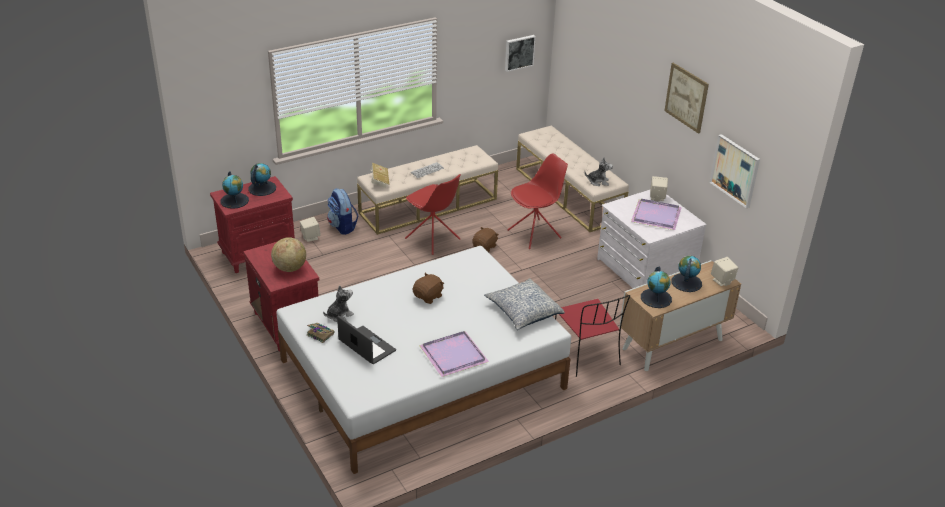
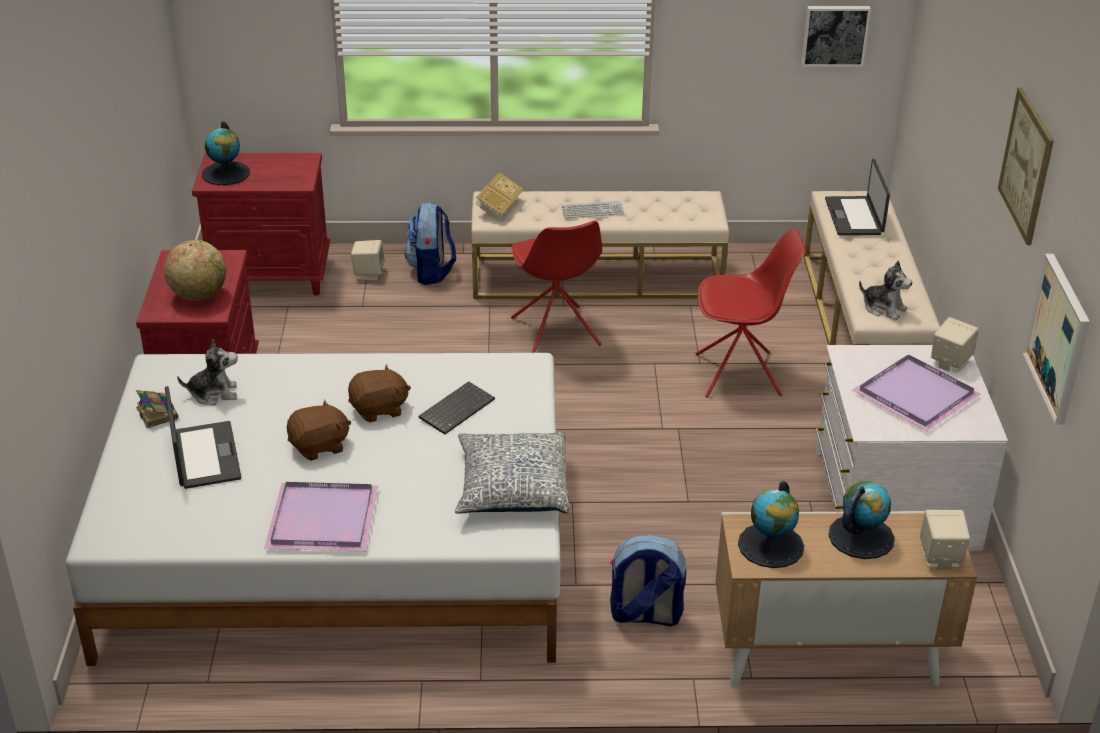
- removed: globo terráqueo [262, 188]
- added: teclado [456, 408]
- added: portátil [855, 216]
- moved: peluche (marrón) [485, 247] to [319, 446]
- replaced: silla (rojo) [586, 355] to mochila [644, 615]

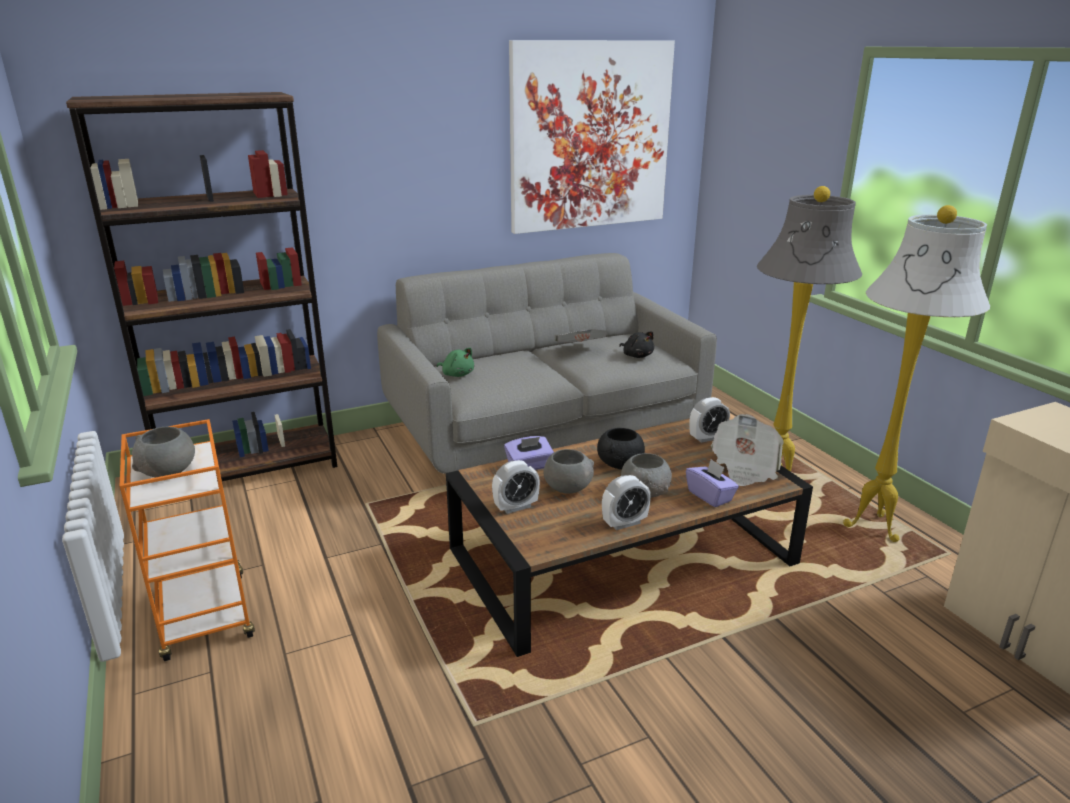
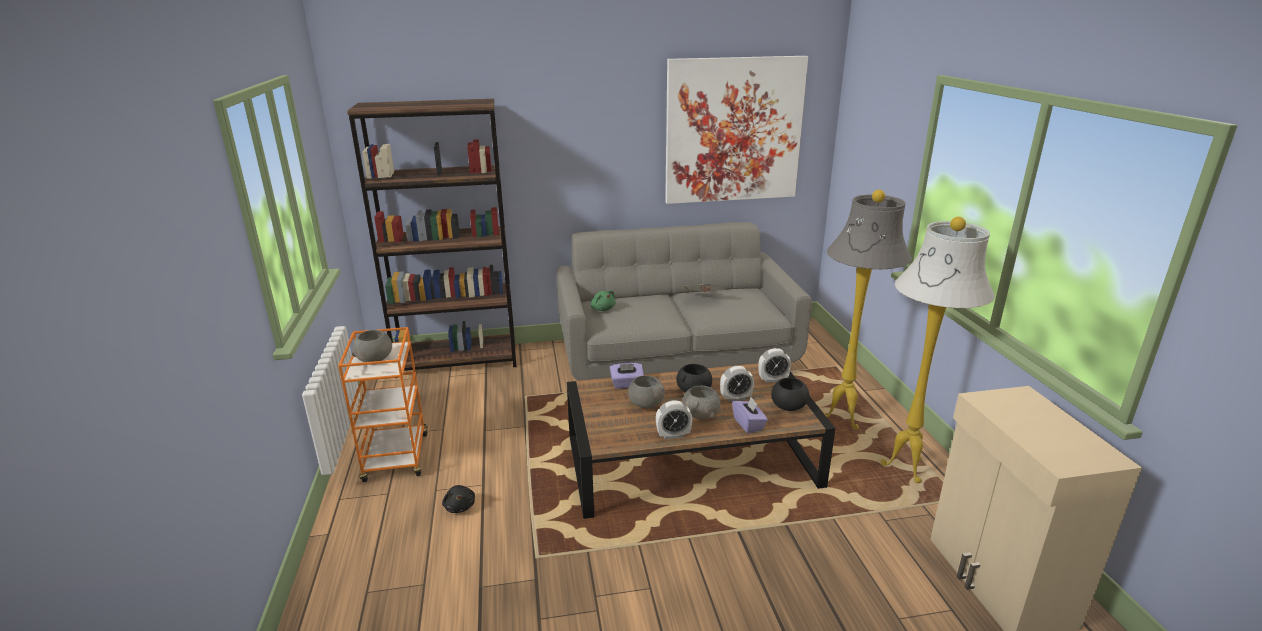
- moved: despertador [516, 507] to [736, 398]
- moved: peluche (negro) [637, 355] to [460, 506]
- replaced: periódico [744, 468] to cuenco (negro) [788, 407]

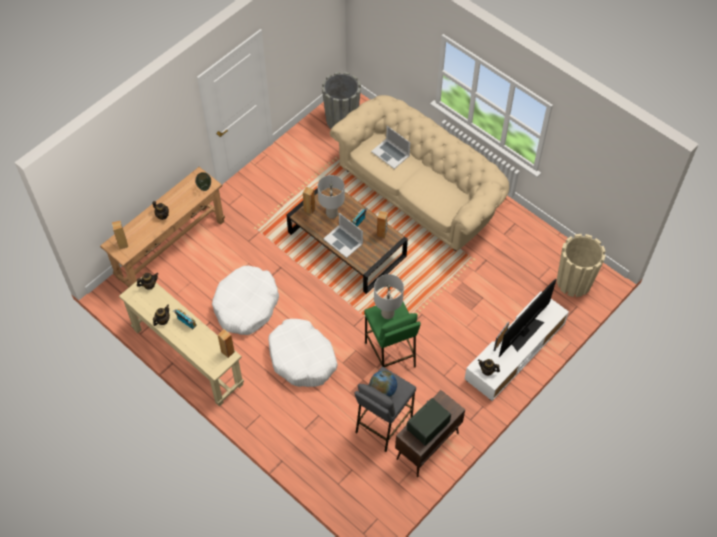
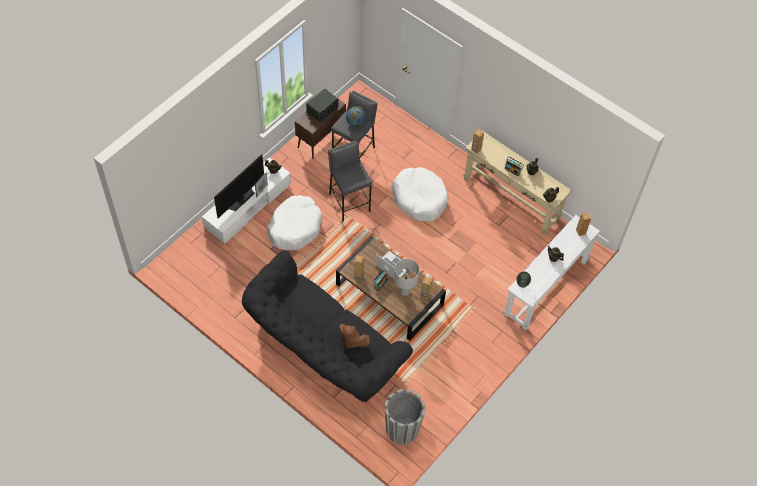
- removed: lámpara de mesa (gris) [387, 313]
- removed: maceta (beis) [574, 282]
- moved: cama para perro (blanco) [246, 305] to [295, 227]
- replaced: portátil [390, 153] to peluche (marrón) [352, 340]
- recoloured: mesa consola (marrón) [171, 249] to mesa consola (blanco) [545, 287]
- recoloured: sofá (beis) [420, 191] to sofá (negro) [322, 349]
- recoloured: taburete (verde) [390, 354] to taburete (gris) [349, 202]

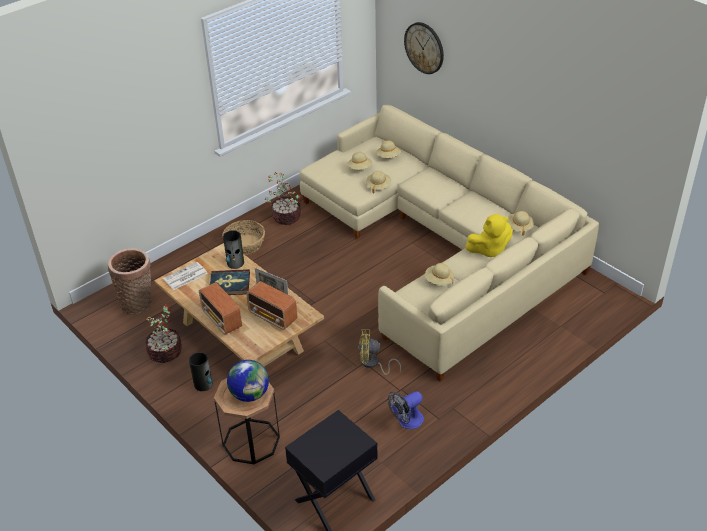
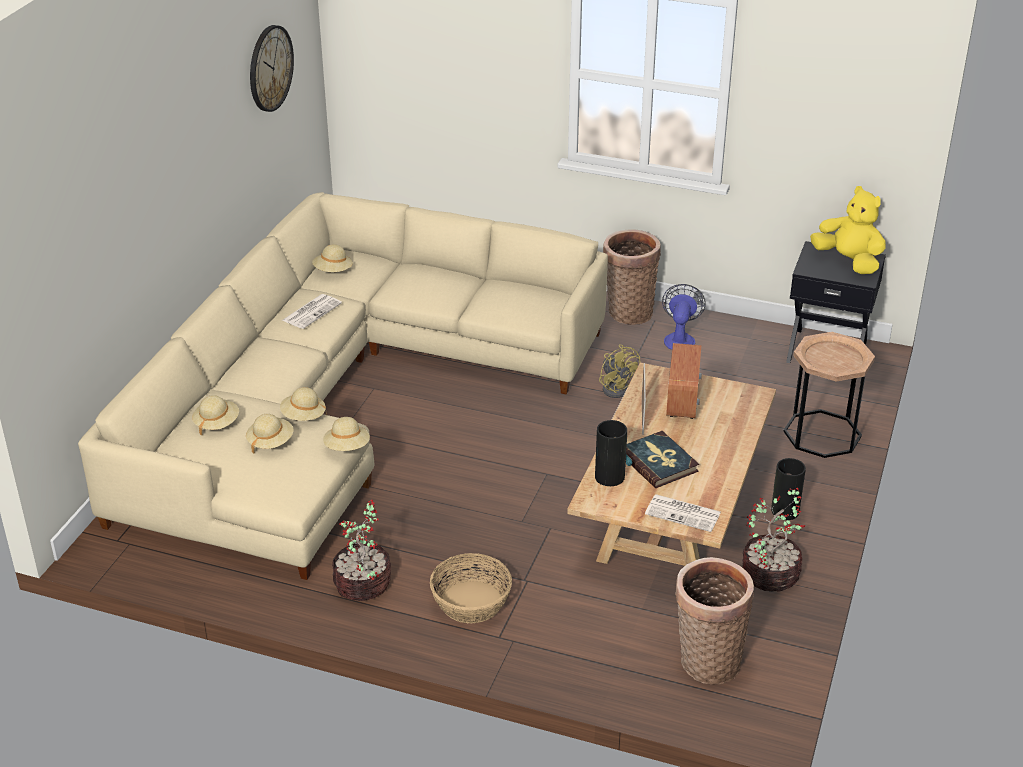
- removed: radio [222, 320]
- removed: globo terráqueo [250, 394]
- added: periódico [312, 311]
- added: cesta [628, 311]
- moved: reloj de pared [424, 48] to [270, 68]
- moved: sombrero (beis) [439, 280] to [347, 447]
- moved: peluche (amarillo) [489, 250] to [848, 261]
- turned: ventilador [406, 421] = [680, 338] 105 degrees counterclockwise

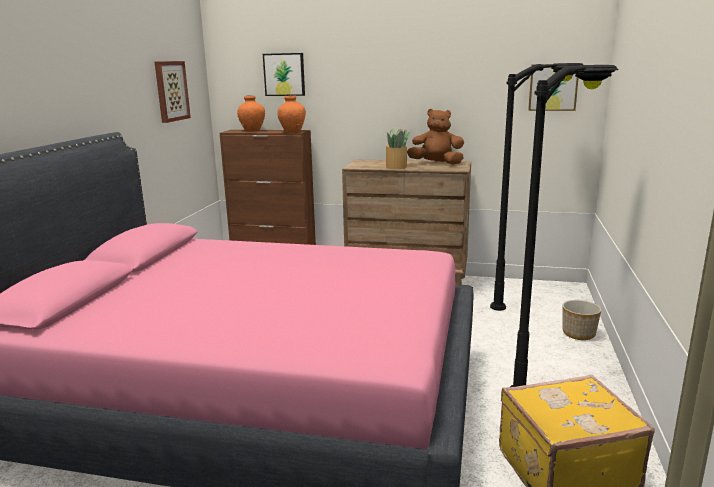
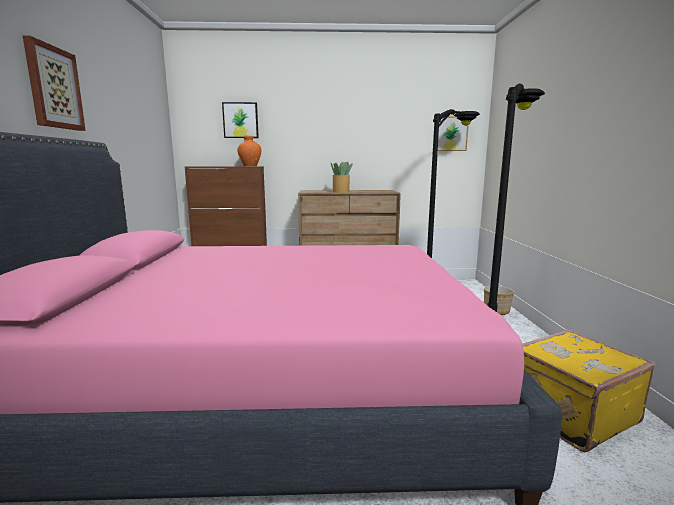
- removed: florero (naranja) [252, 131]
- removed: peluche (marrón) [436, 164]
- moved: cuadro [171, 91] to [54, 88]

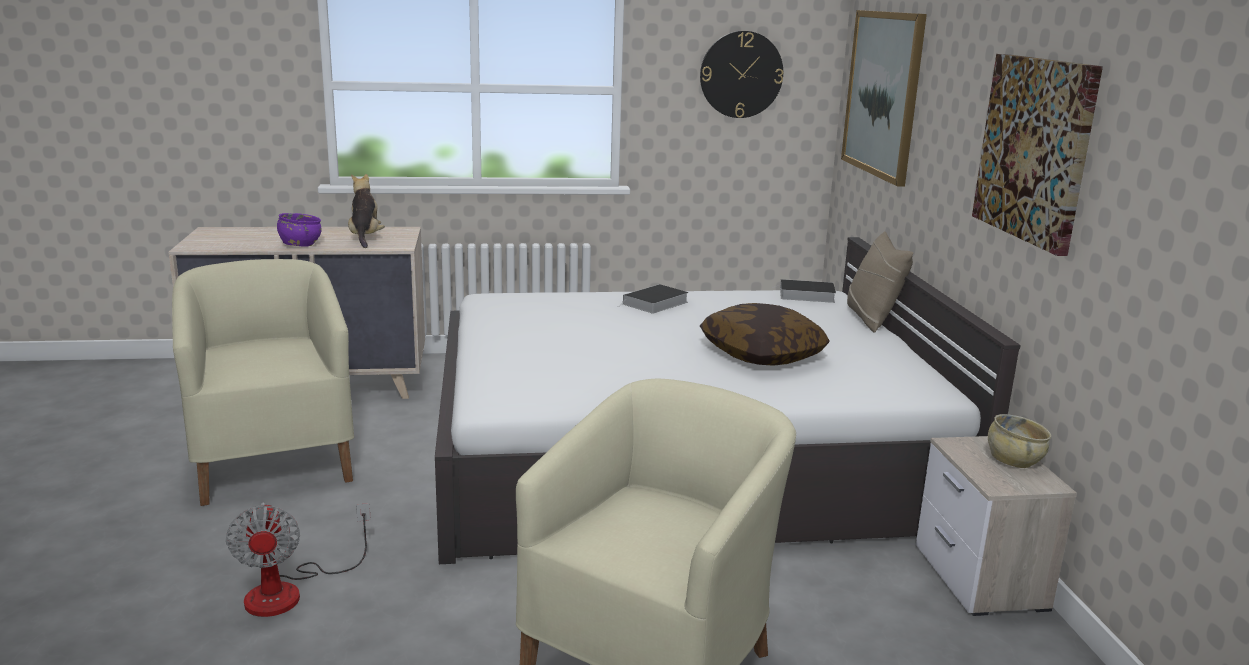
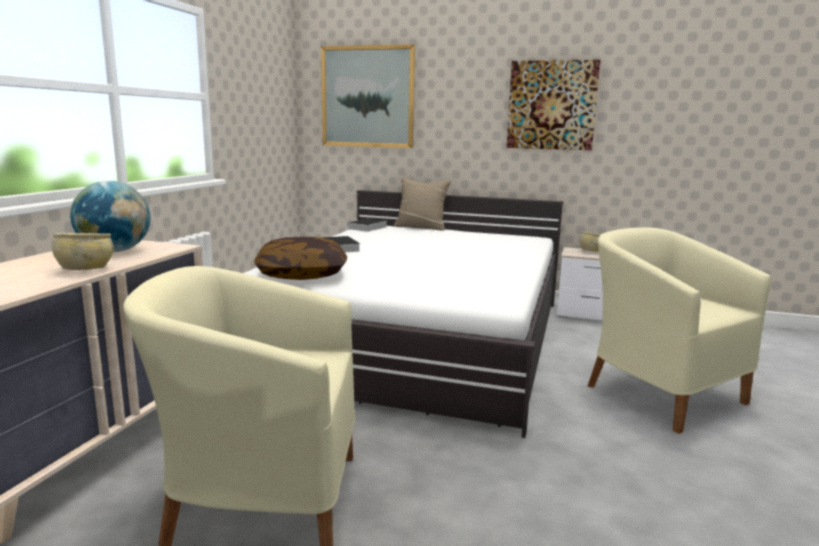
- removed: ventilador [290, 591]
- removed: reloj de pared [741, 74]
- moved: cojín [761, 354] to [302, 275]
- replaced: peluche [365, 238] to globo terráqueo [115, 251]
- recoloured: cuenco (morado) [300, 245] to cuenco (beis) [86, 269]

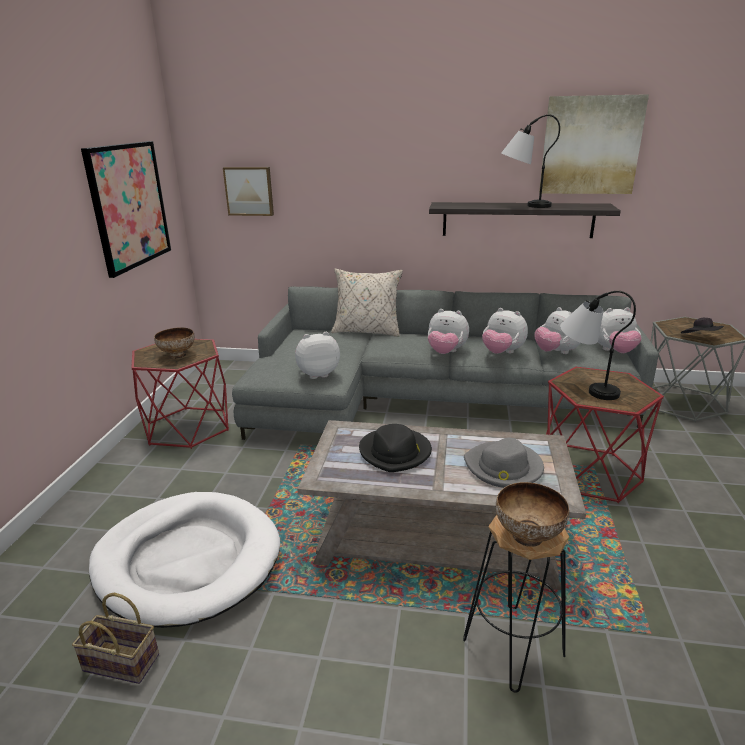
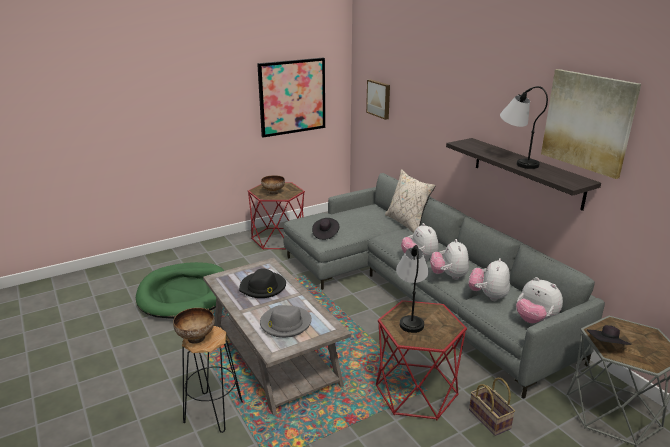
- moved: cesta [123, 661] to [491, 419]
- replaced: peluche [317, 374] to sombrero (negro) [325, 234]
- recoloured: cama para perro (blanco) [188, 560] to cama para perro (verde) [185, 294]

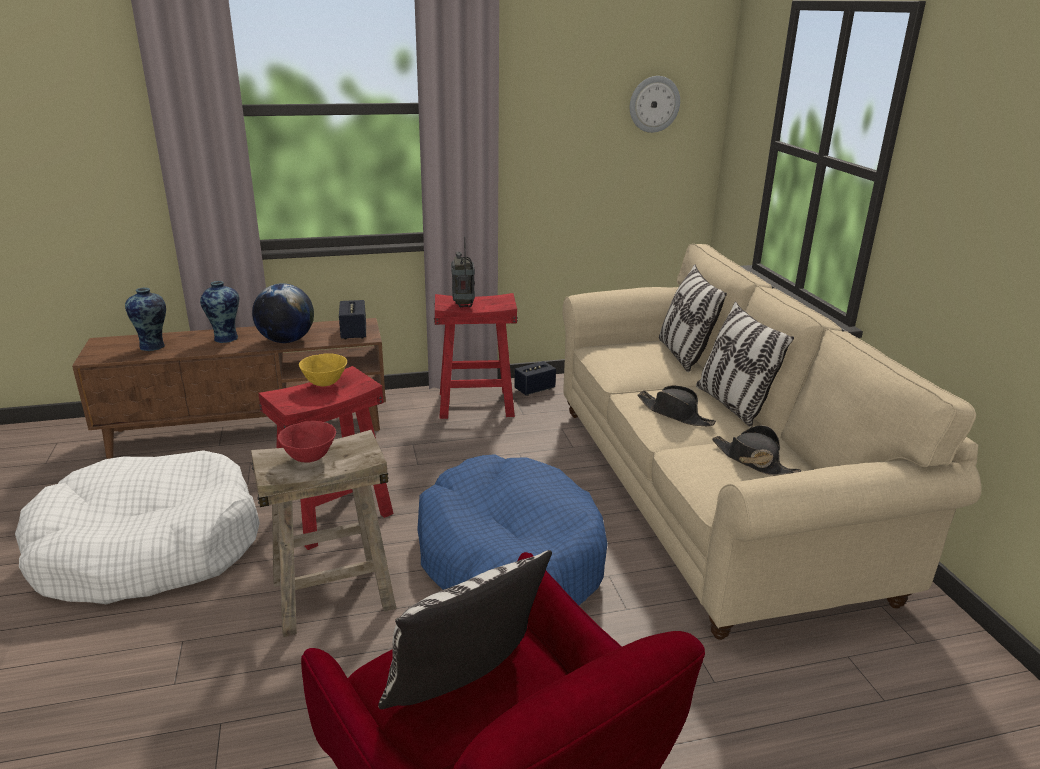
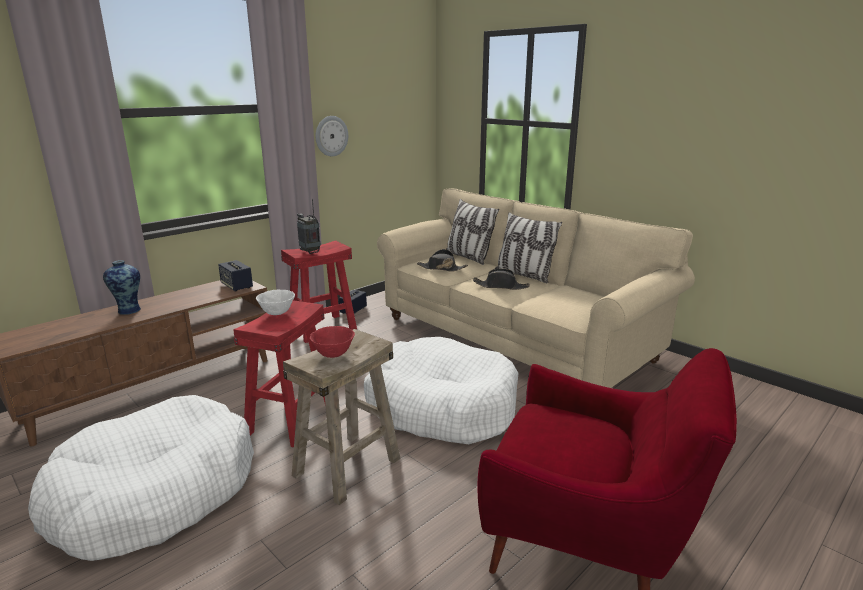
- removed: florero [153, 346]
- removed: globo terráqueo [286, 340]
- removed: cojín [463, 687]
- moved: reloj de pared [654, 104] to [331, 136]
- moved: sombrero (negro) [753, 461] to [441, 268]
- recoloured: cuenco (amarillo) [325, 383] to cuenco (blanco) [277, 313]
- recoloured: cama para perro (azul) [509, 559] to cama para perro (blanco) [441, 406]

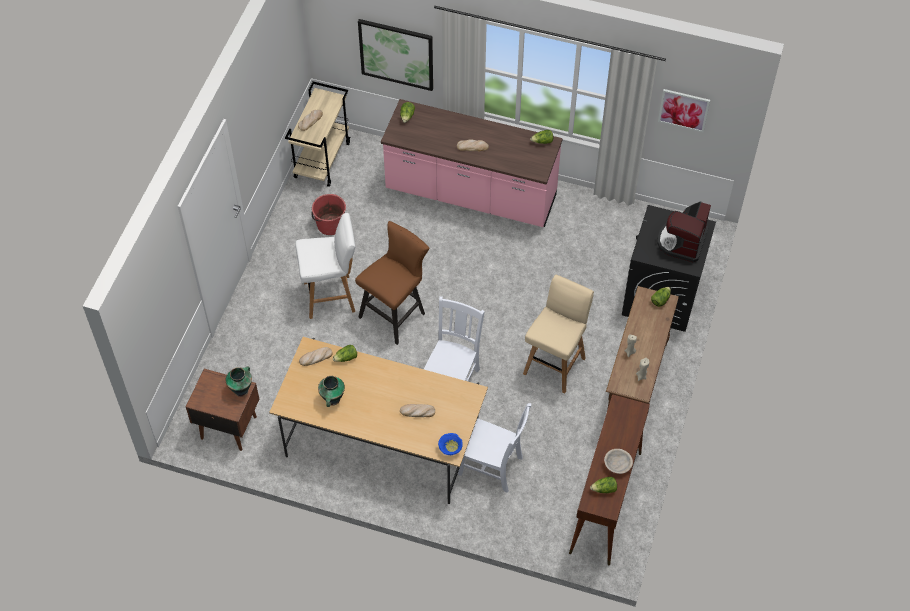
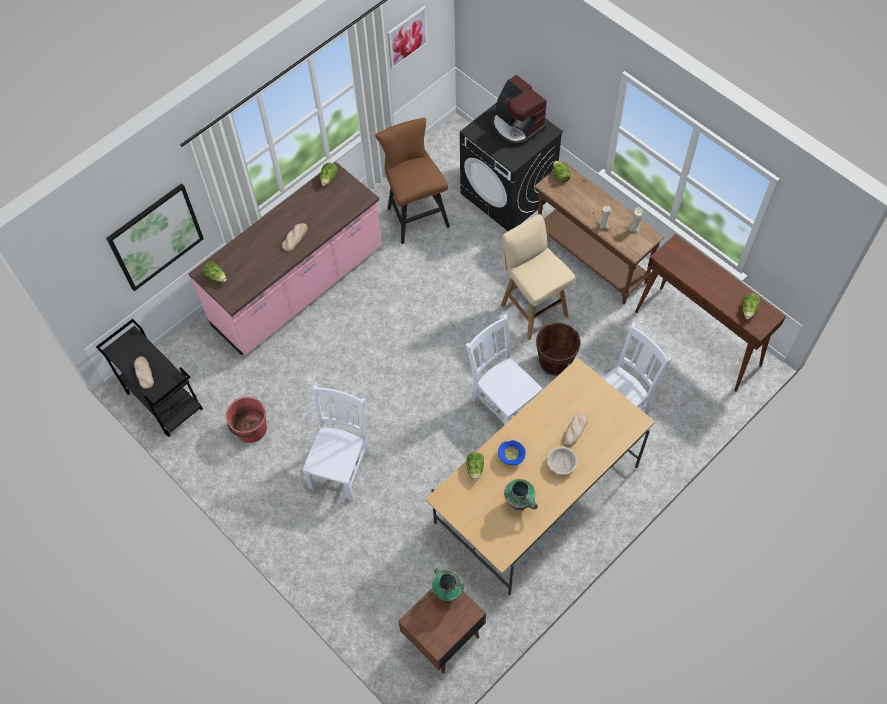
- removed: pan [315, 357]
- added: cubo (marrón) [555, 361]
- moved: taburete (marrón) [395, 313] to [415, 214]
- moved: cuenco (azul) [450, 448] to [510, 456]
- moved: cuenco (beis) [617, 464] to [561, 464]
- replaced: taburete (blanco) [331, 297] to silla (blanco) [341, 467]
- recoloured: carrito (beis) [322, 159] to carrito (negro) [163, 400]

